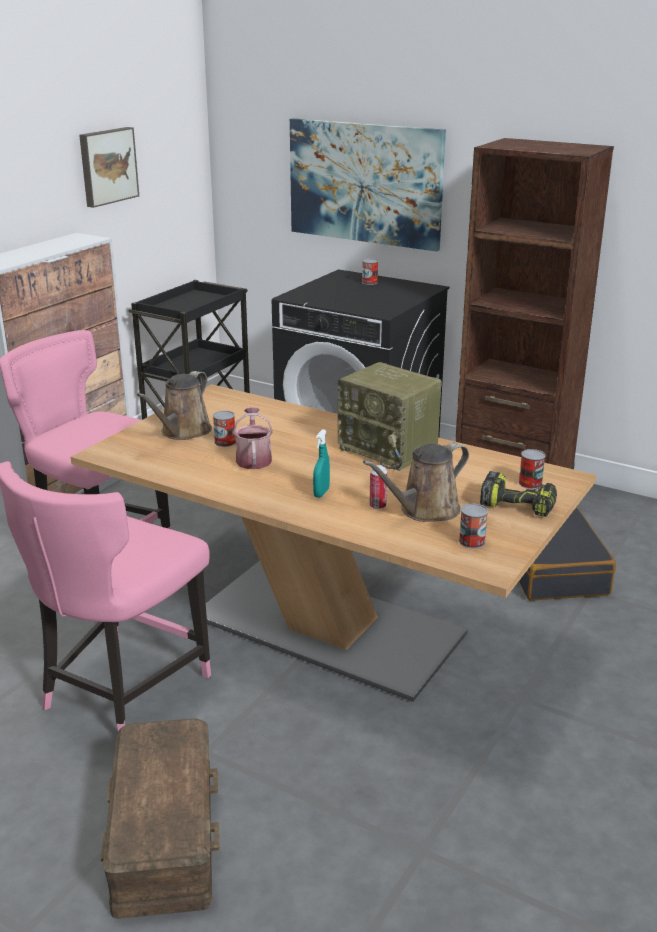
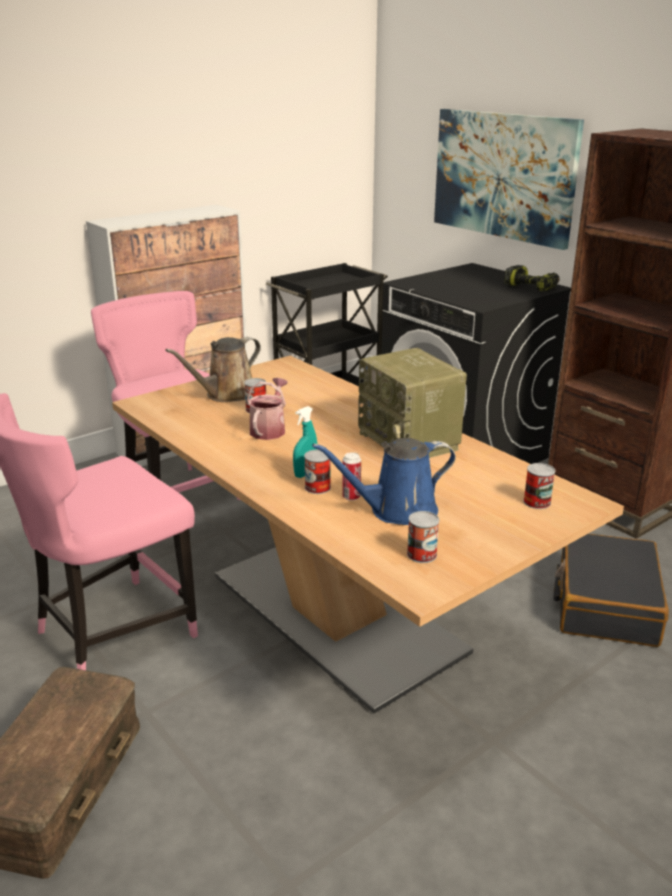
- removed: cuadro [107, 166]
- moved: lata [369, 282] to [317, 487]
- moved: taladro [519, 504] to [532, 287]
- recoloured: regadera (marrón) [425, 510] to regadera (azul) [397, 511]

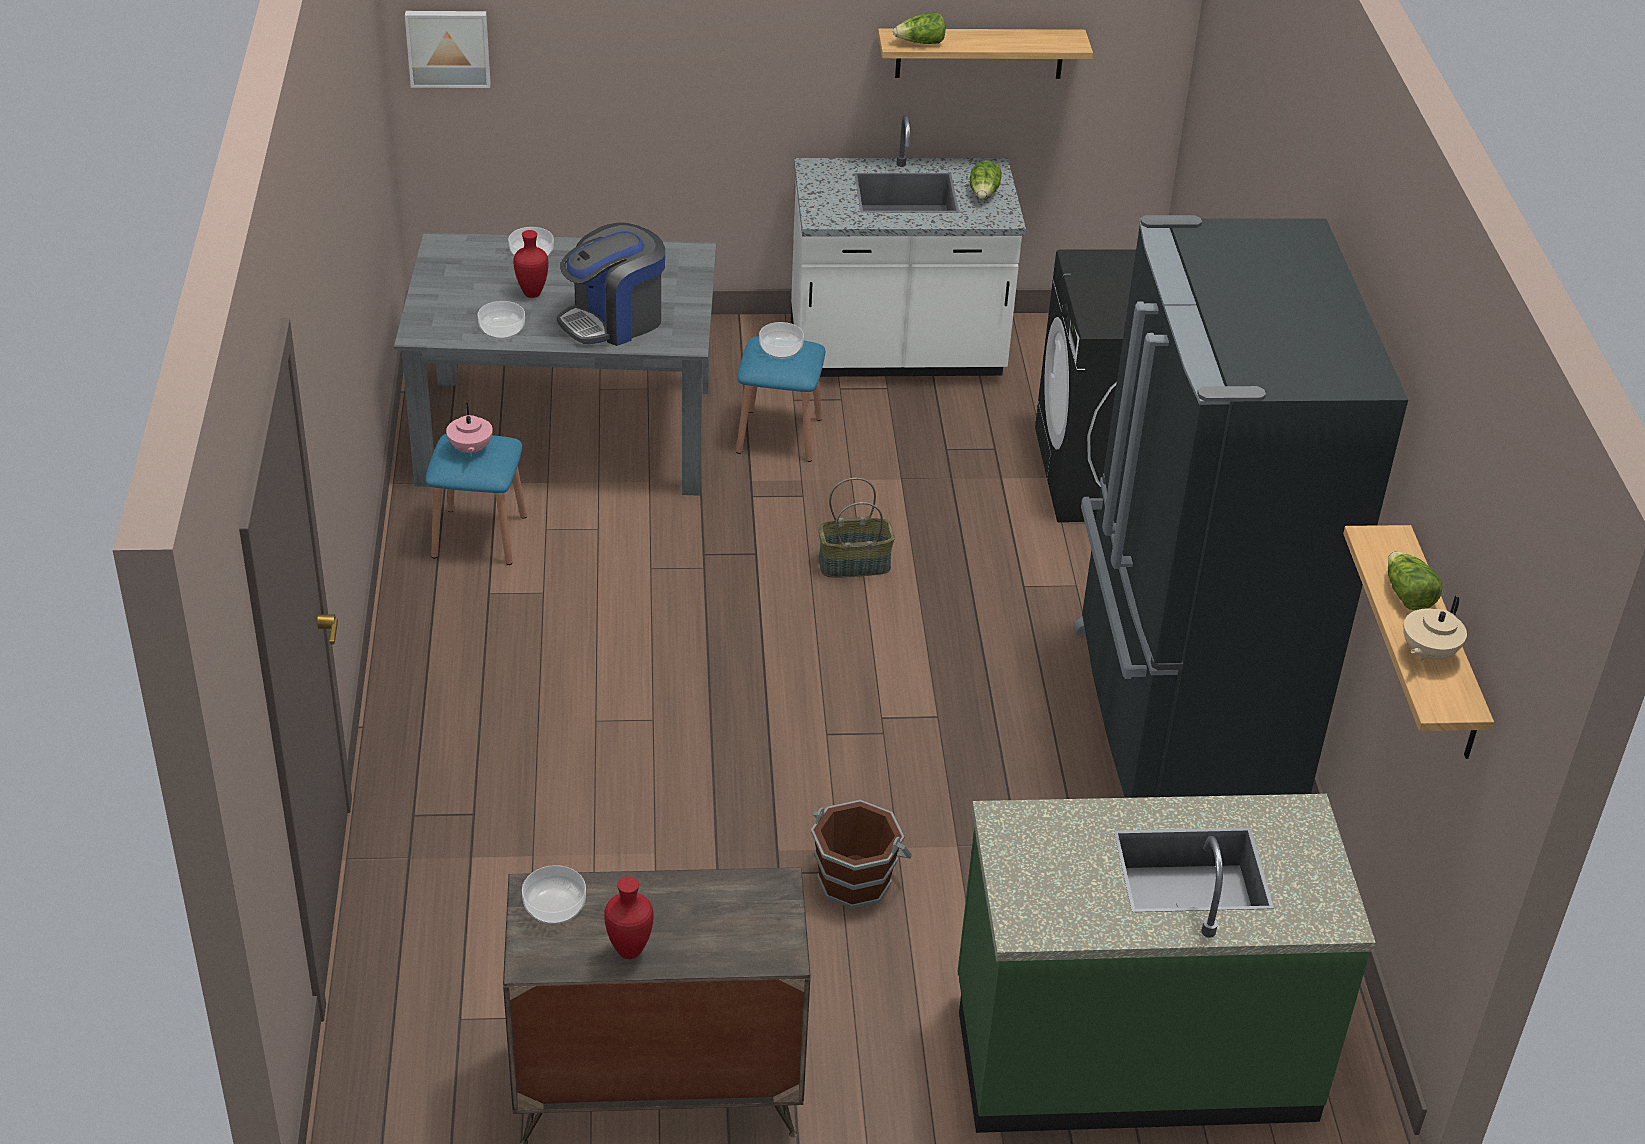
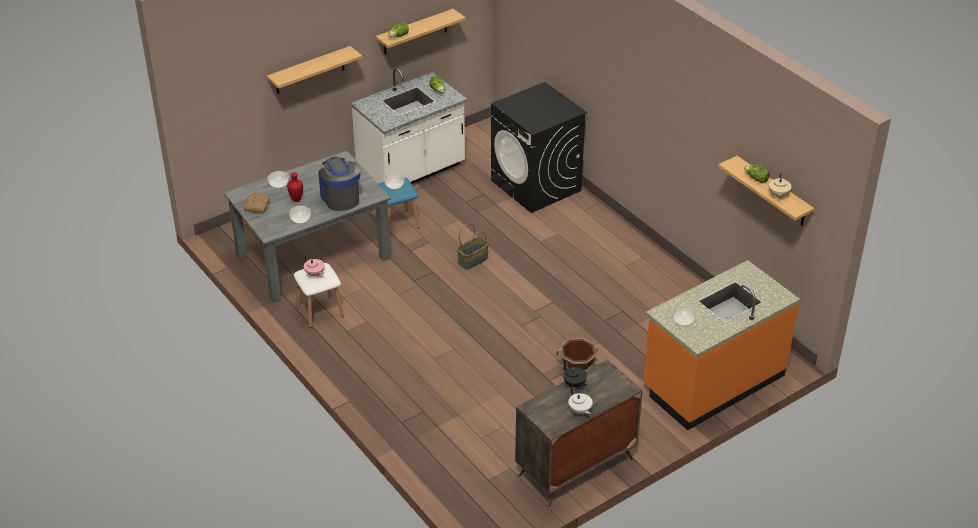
- removed: cuadro [448, 47]
- removed: nevera (negro) [1179, 719]
- added: pan [257, 206]
- added: estante [310, 71]
- added: tetera (negro) [574, 384]
- moved: cuenco [555, 906] to [683, 320]
- replaced: florero (rojo) [628, 952] to tetera (blanco) [580, 411]
- recoloured: taburete (azul) [479, 536] to taburete (blanco) [320, 311]
- recoloured: mueble bajo de cocina (verde) [1132, 1052] to mueble bajo de cocina (naranja) [712, 382]
- turned: cafetera [614, 320] = [340, 198] 135 degrees clockwise

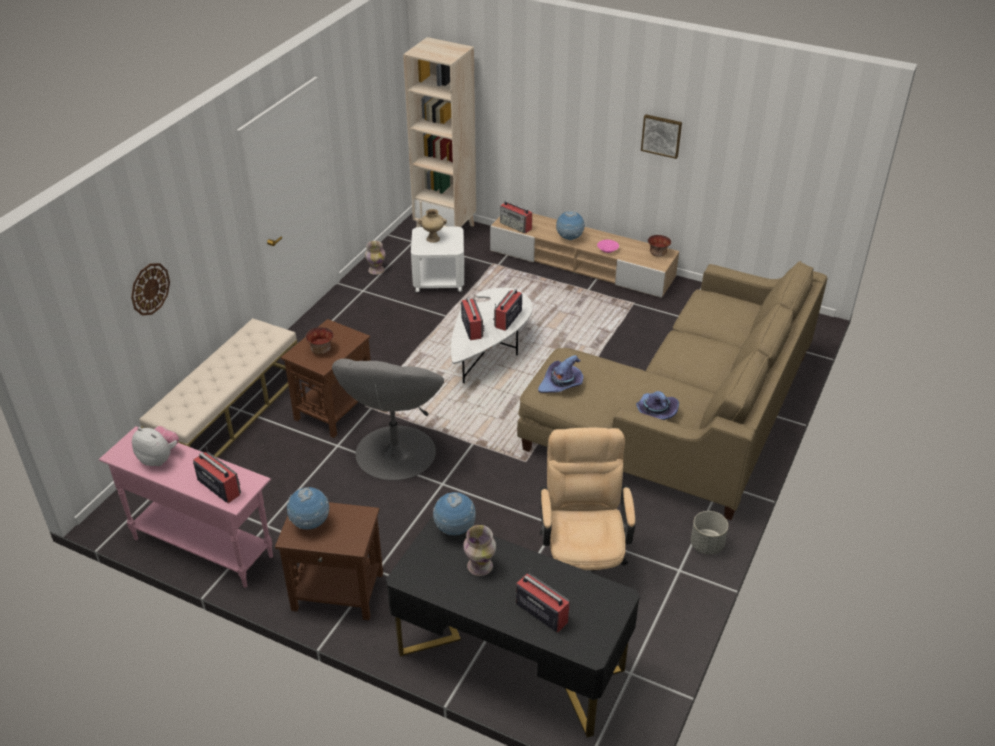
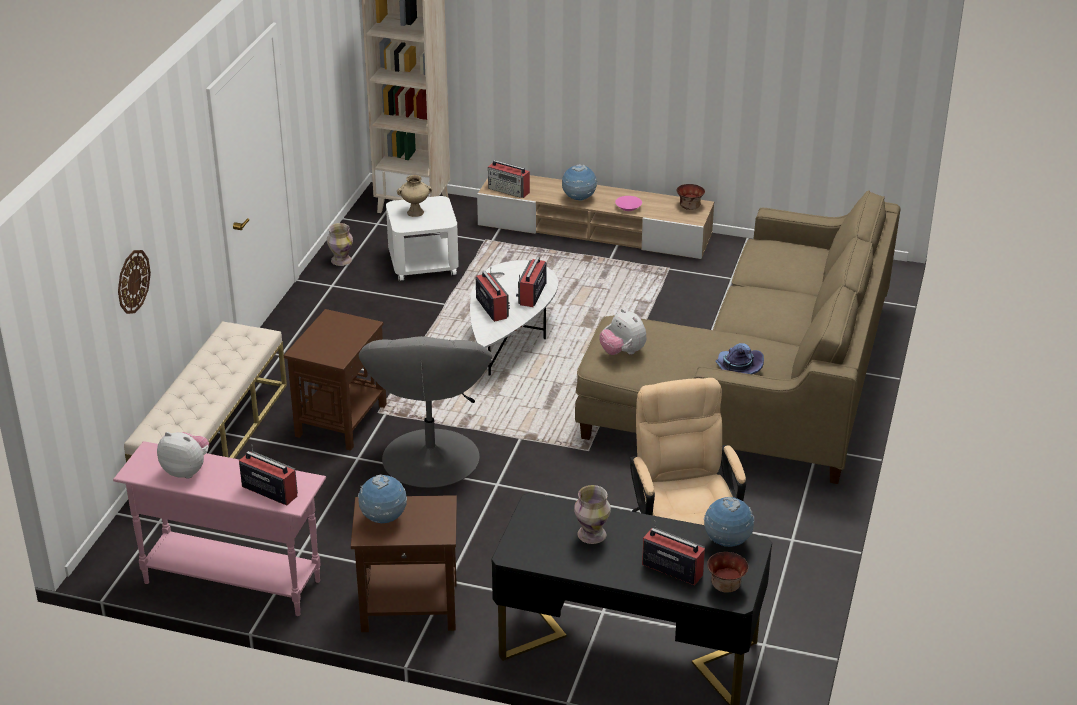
- removed: cuadro [661, 135]
- removed: maceta (gris) [707, 545]
- moved: cuenco [321, 350] to [725, 585]
- moved: globo terráqueo [455, 530] to [727, 543]
- replaced: sombrero (morado) [561, 384] to peluche [622, 352]

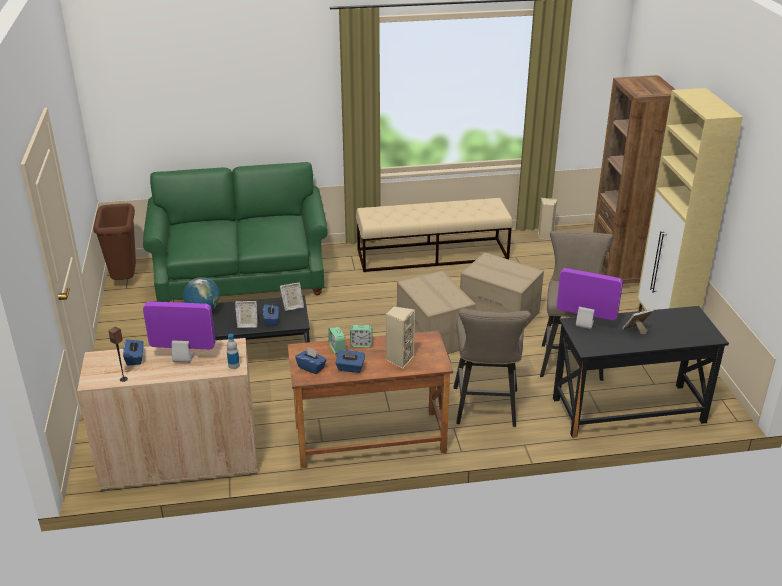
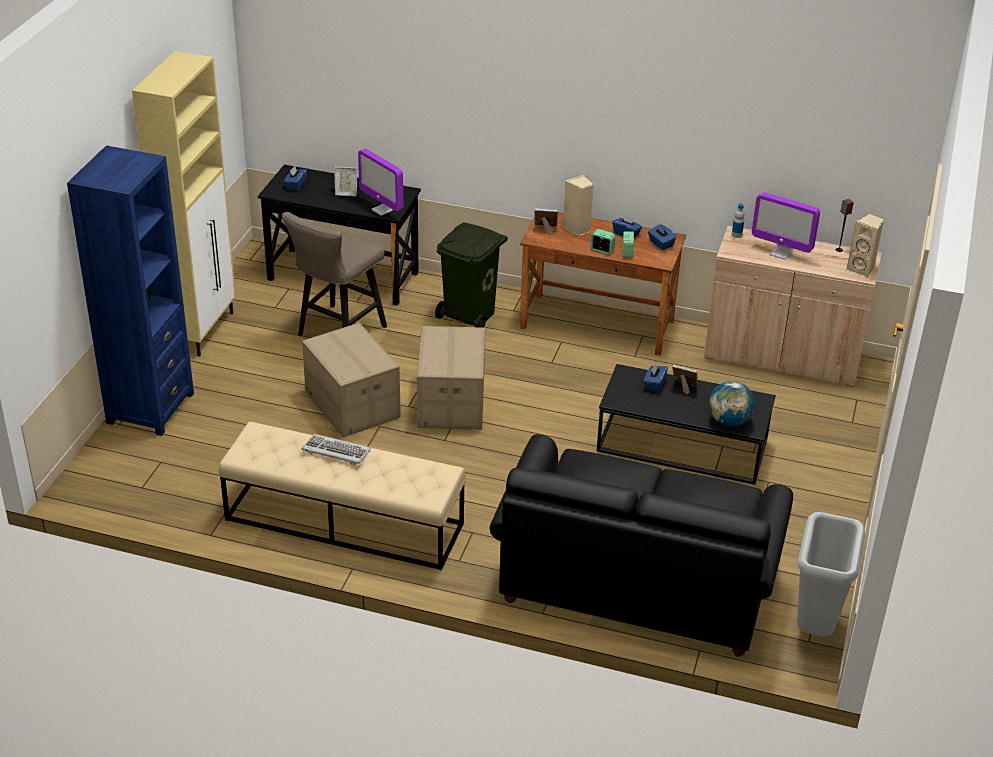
- added: teclado [336, 451]
- moved: caja de pañuelos (azul) [135, 358] to [295, 185]
- moved: portarretratos [292, 306] to [545, 229]
- moved: altavoz (beis) [545, 235] to [862, 269]
- replaced: taburete (beis) [485, 410] to papelera (verde) [470, 315]
- recoloured: papelera (marrón) [124, 280] to papelera (gris) [816, 628]
- recoloured: sofá (verde) [241, 275] to sofá (negro) [637, 577]
- recoloured: estantería (marrón) [618, 275] to estantería (azul) [150, 408]

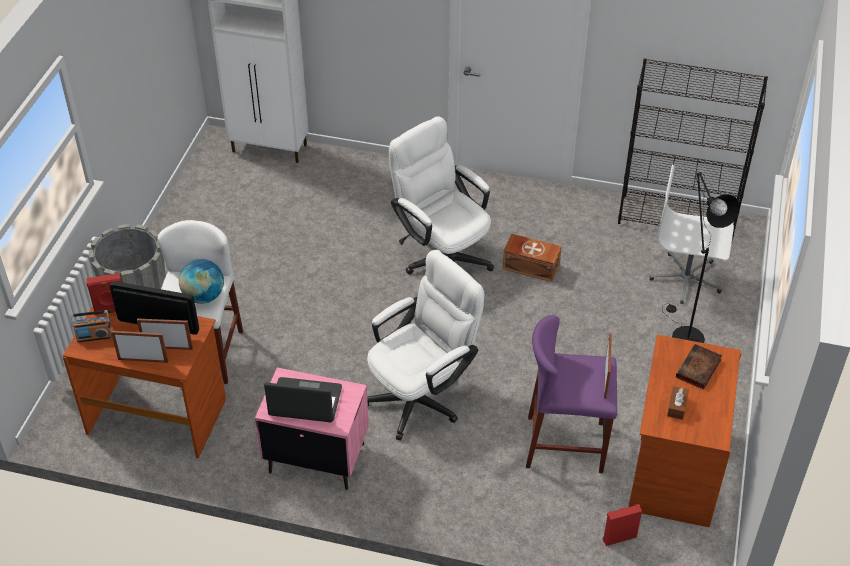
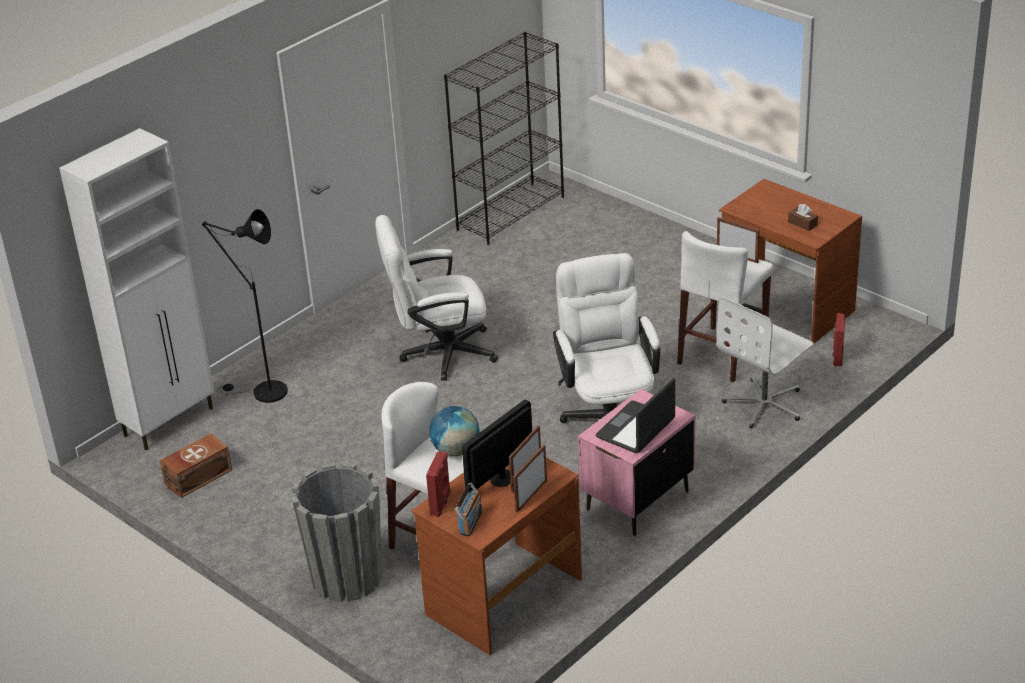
- removed: libro [698, 370]
- moved: caja de almacenaje (marrón) [530, 266] to [197, 477]
- moved: silla de oficina (blanco) [686, 279] to [765, 404]
- moved: lámpara de pie (negro) [684, 334] to [263, 392]
- recoloured: taburete (morado) [565, 444] to taburete (blanco) [722, 354]

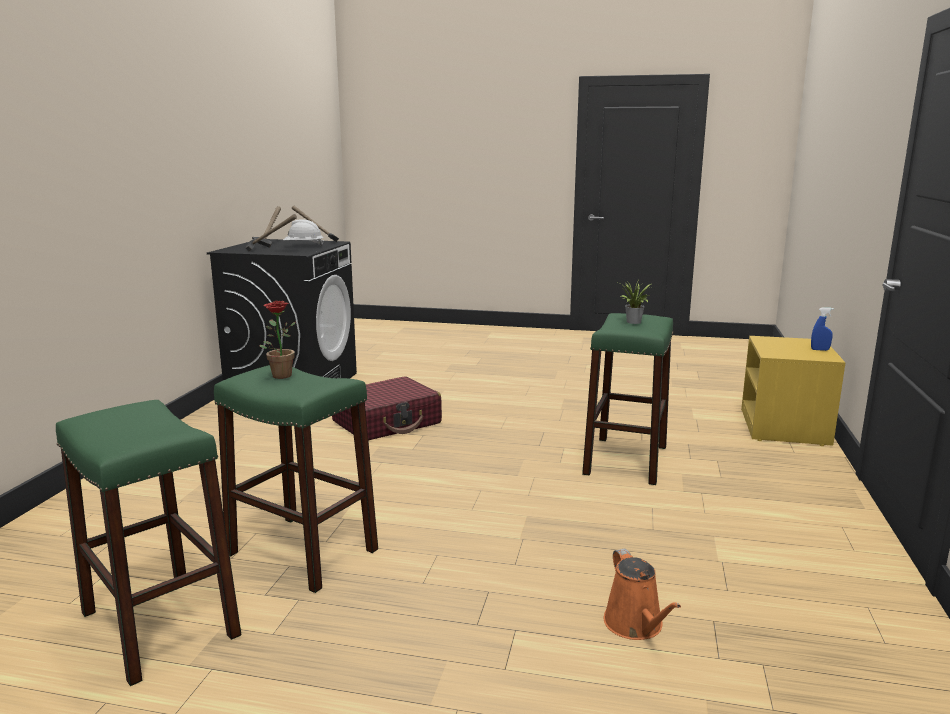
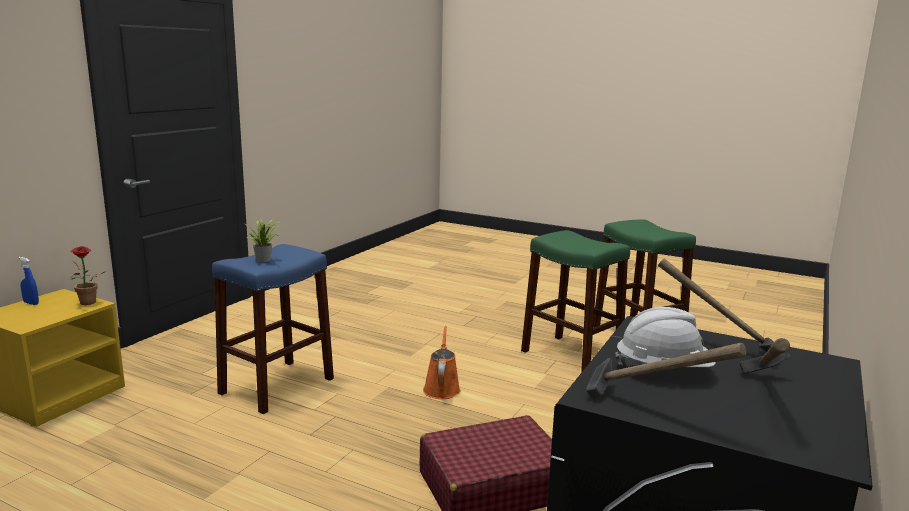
- moved: planta en maceta [279, 375] to [88, 303]
- moved: regadera (naranja) [636, 625] to [441, 388]
- recoloured: taburete (verde) [625, 460] to taburete (azul) [277, 386]

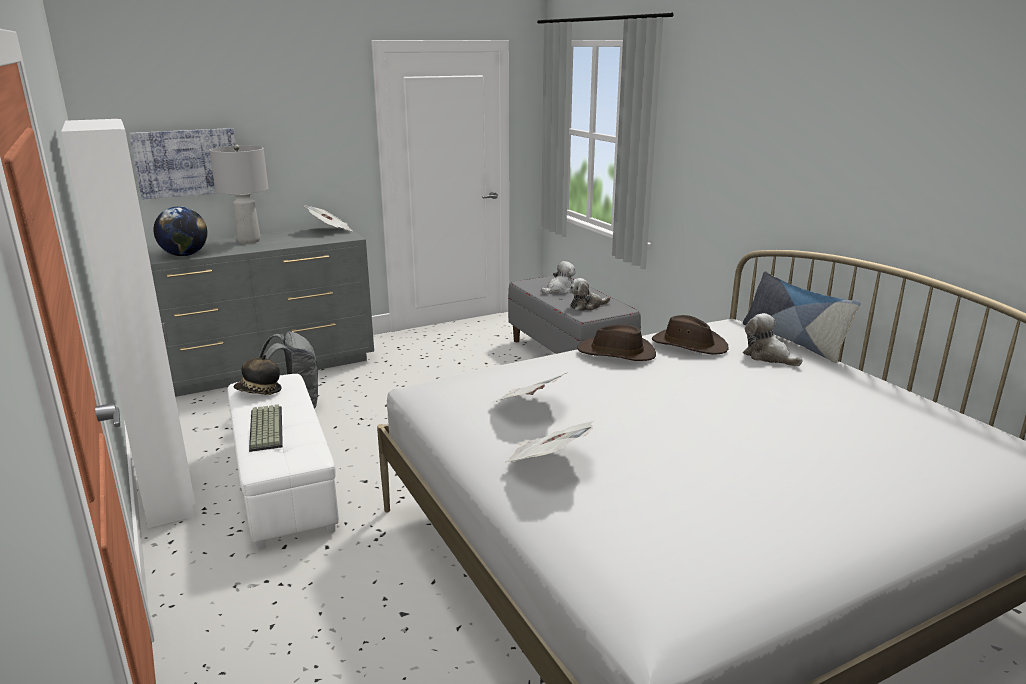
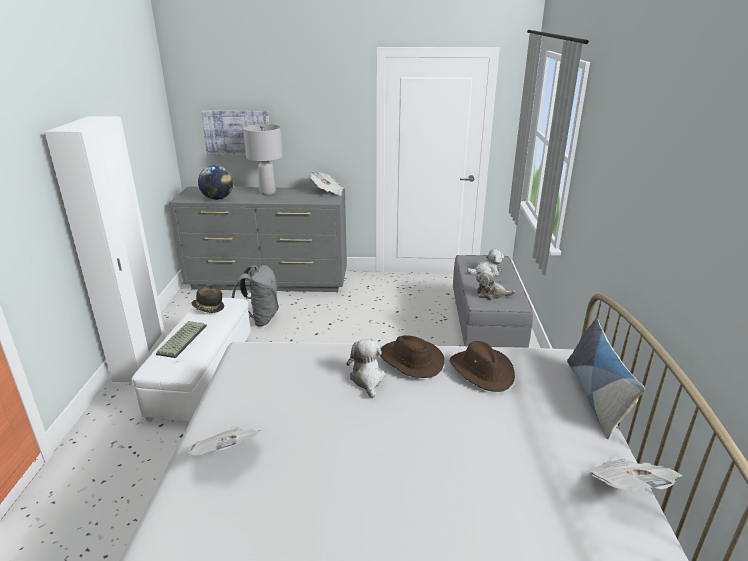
- moved: periódico [528, 407] to [627, 488]
- moved: peluche [768, 357] to [367, 379]

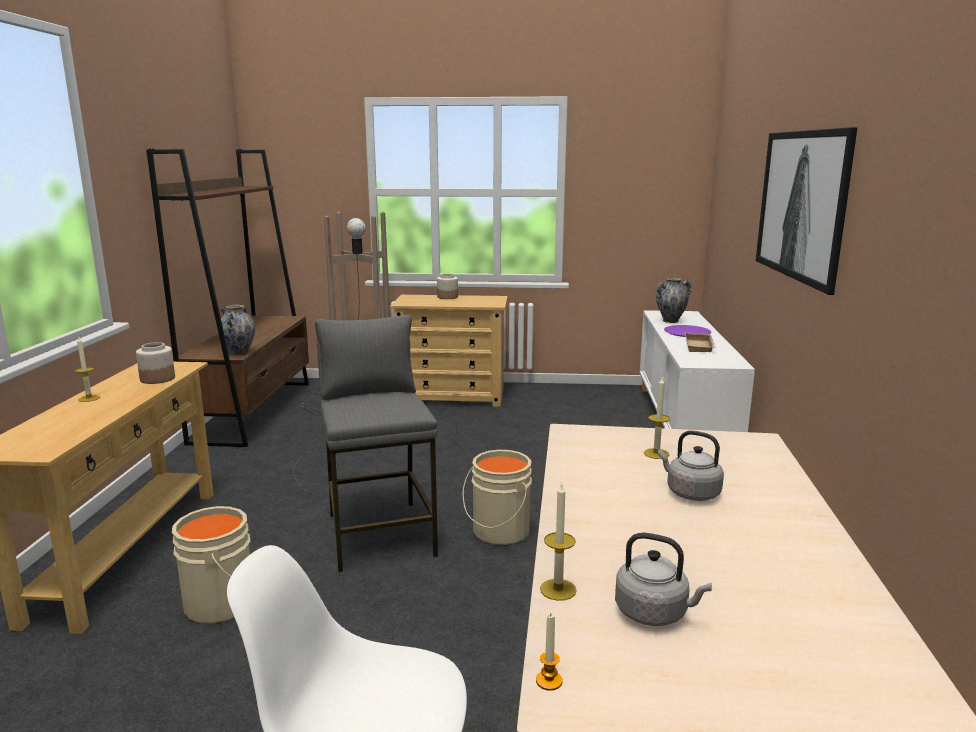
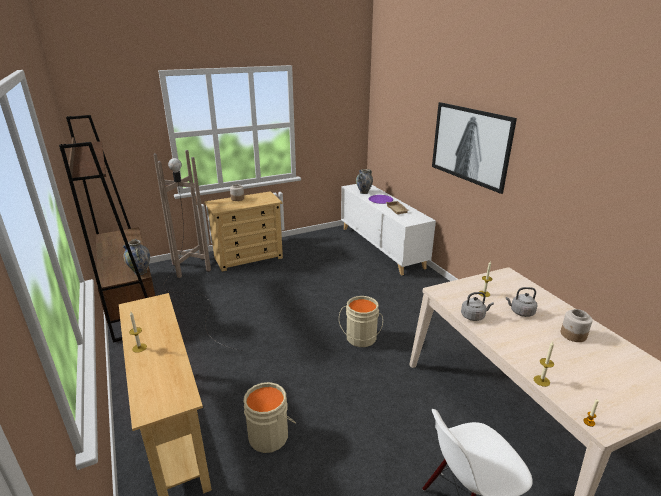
- removed: taburete (gris) [380, 534]
- moved: tarro [157, 379] to [573, 335]
- moved: hervidor (gris) [655, 613] to [474, 316]

